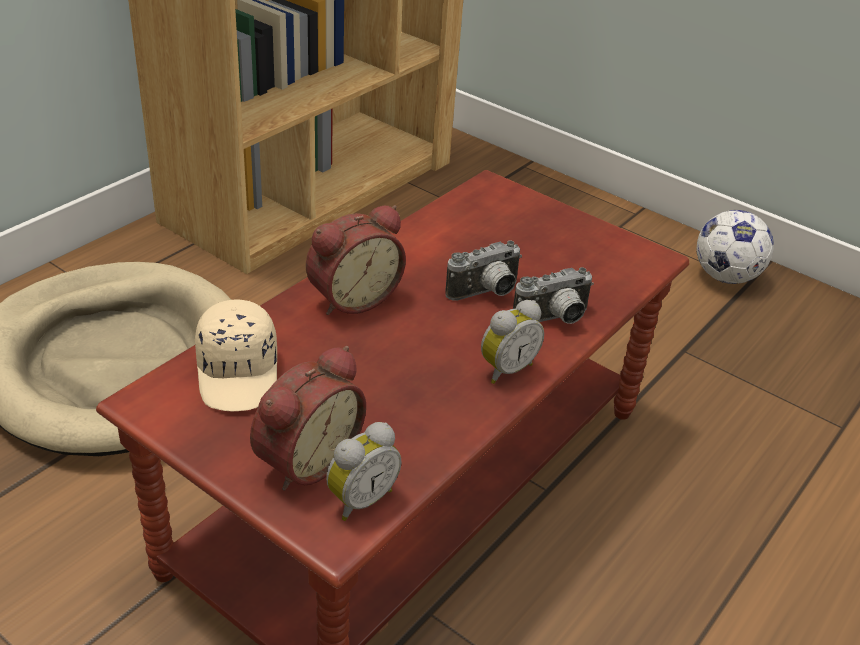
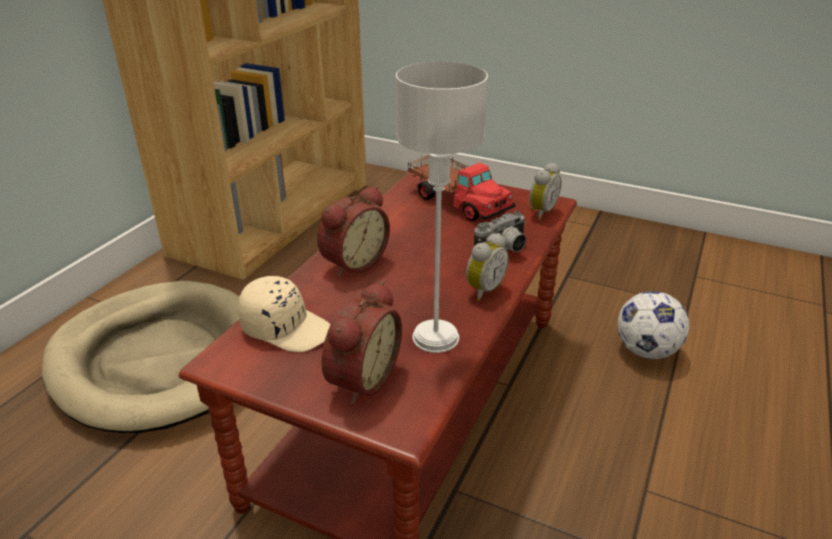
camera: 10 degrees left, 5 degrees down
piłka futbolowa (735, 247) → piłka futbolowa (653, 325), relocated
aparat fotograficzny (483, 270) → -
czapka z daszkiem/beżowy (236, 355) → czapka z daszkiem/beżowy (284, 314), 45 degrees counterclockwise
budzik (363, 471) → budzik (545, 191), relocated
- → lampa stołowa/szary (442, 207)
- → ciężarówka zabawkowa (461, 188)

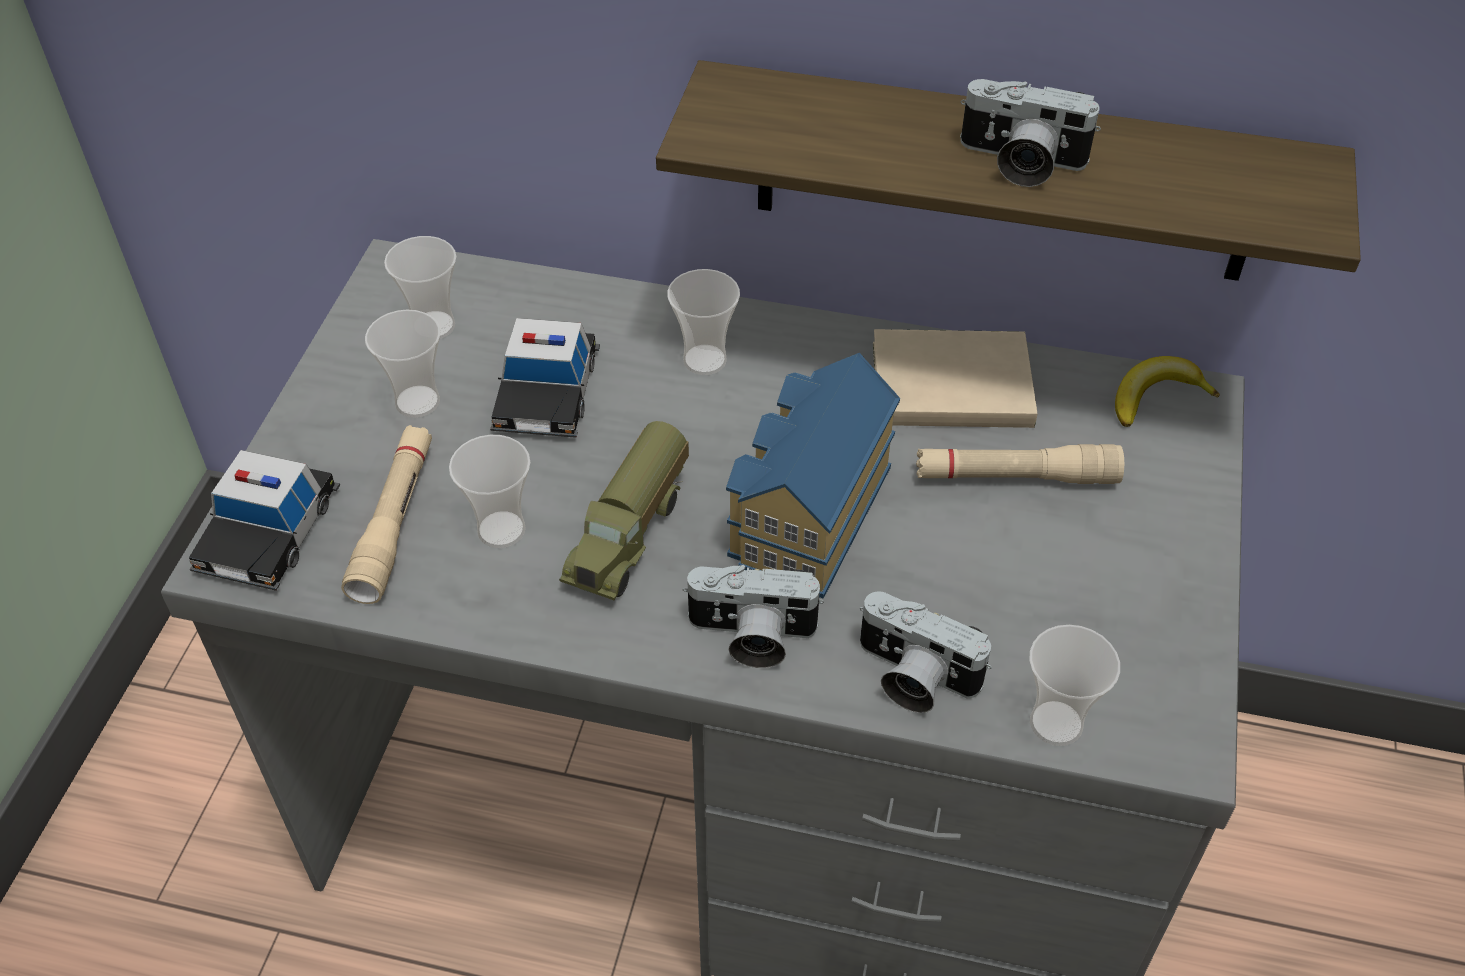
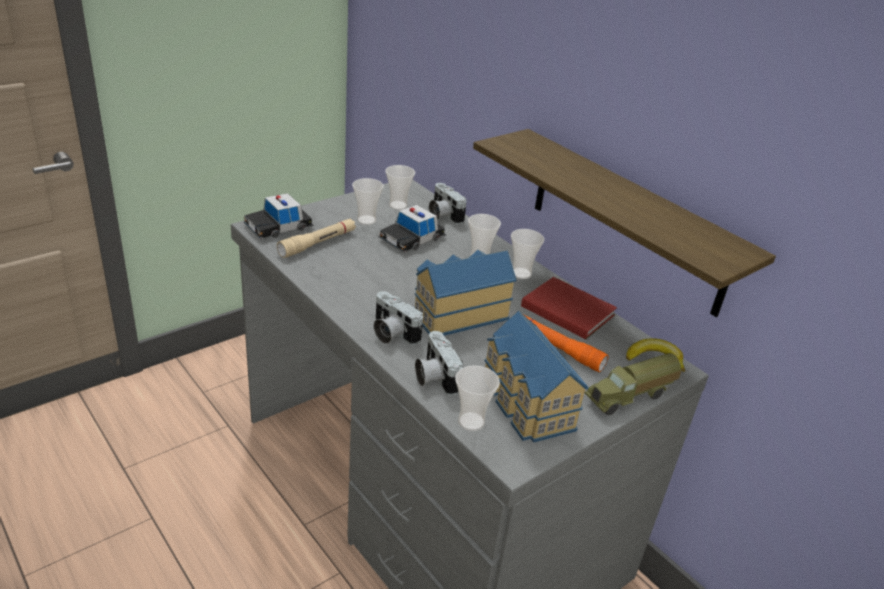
camera: 35 degrees right, 15 degrees down
aparat fotograficzny (1030, 133) → aparat fotograficzny (448, 203), relocated
książka/beżowy (955, 378) → książka/czerwony (569, 308)
ciężarówka zabawkowa (624, 510) → ciężarówka zabawkowa (633, 384), relocated
filiżanka (489, 491) → filiżanka (527, 254), relocated
latarka/beżowy (1020, 464) → latarka/pomarańczowy (566, 343)
- → domek (537, 377)

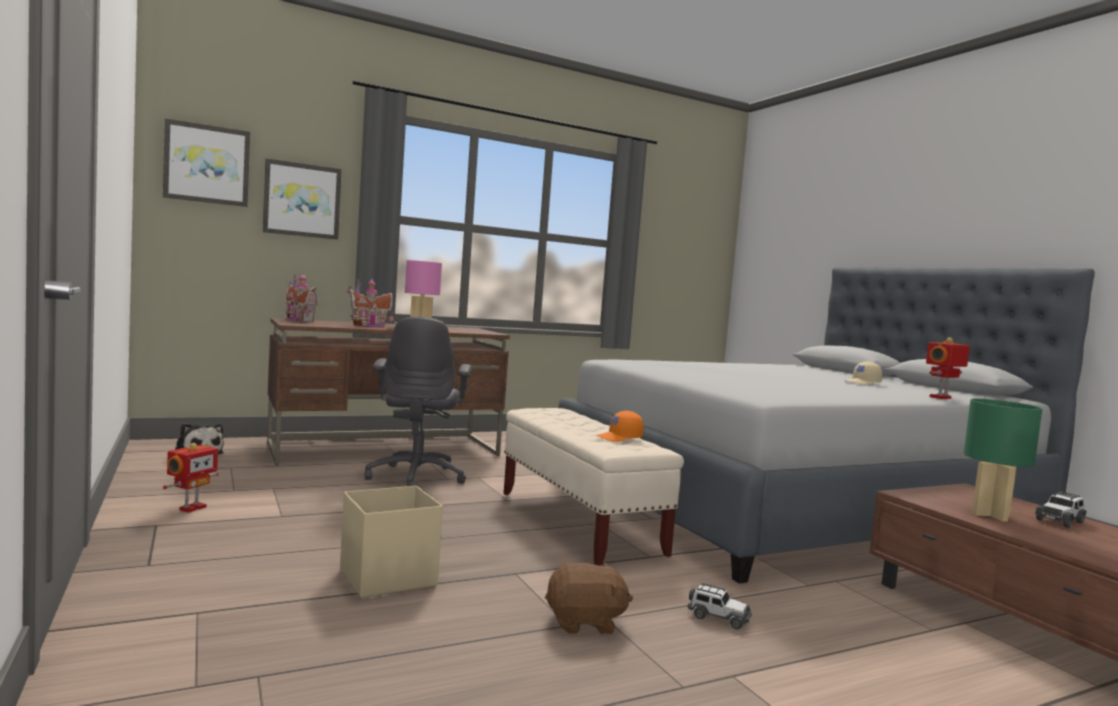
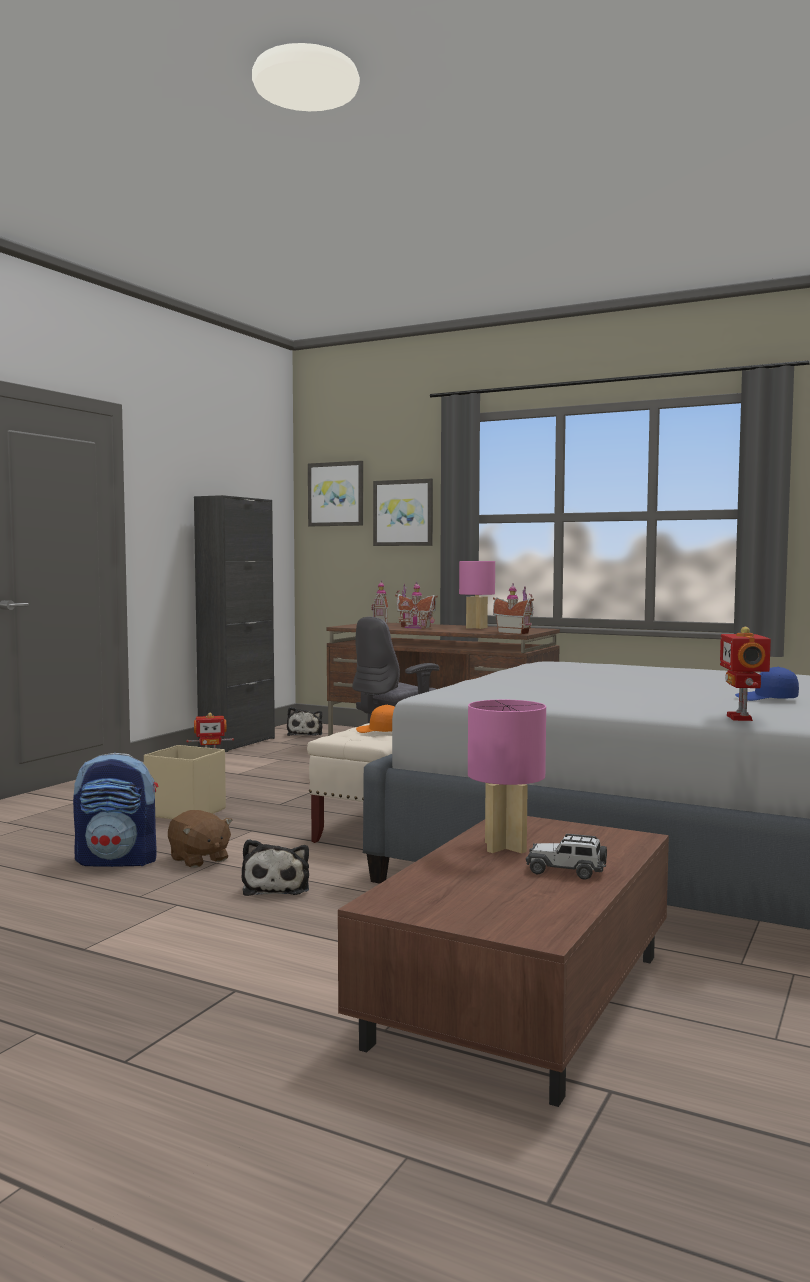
camera: 55 degrees right, 0 degrees up
robot zabawkowy (948, 368) → robot zabawkowy (745, 674), 105 degrees counterclockwise
czapka z daszkiem/beżowy (863, 373) → czapka z daszkiem/niebieski (767, 684)
lampa stołowa/zielony (1003, 460) → lampa stołowa/różowy (507, 776)
samochodzik (720, 606) → pluszak (275, 867)
- → szafka/czarny (234, 623)
- → domek (513, 609)
- → plecak (115, 810)

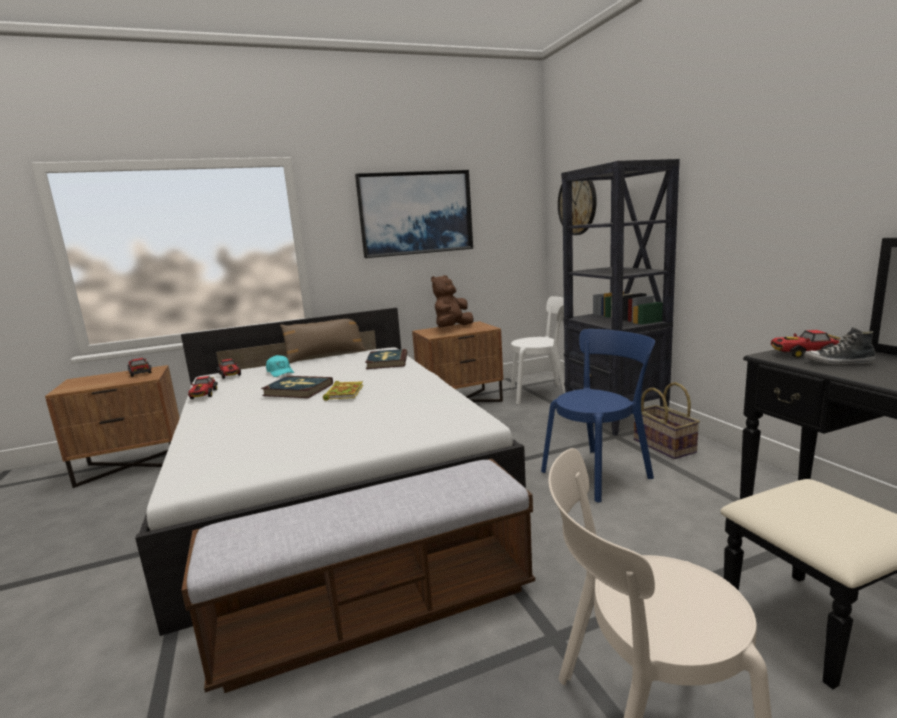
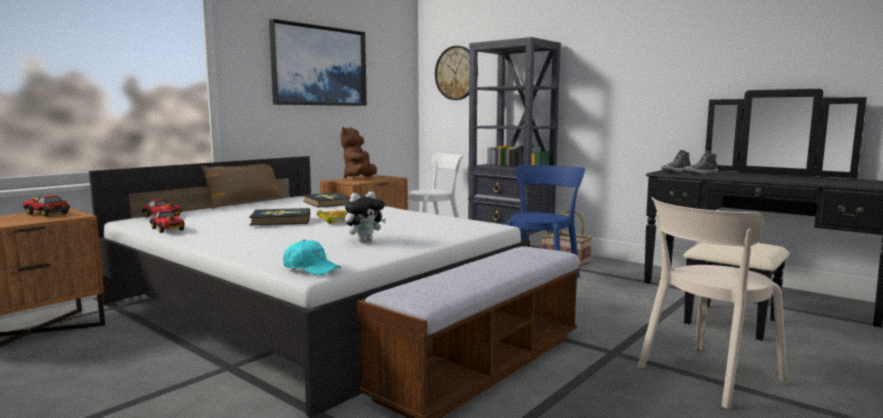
camera: 30 degrees left, 5 degrees down
samochodzik (805, 344) → but (676, 161)
czapka z daszkiem/turkusowy (280, 366) → czapka z daszkiem/turkusowy (312, 257), relocated
- → pluszak (365, 216)

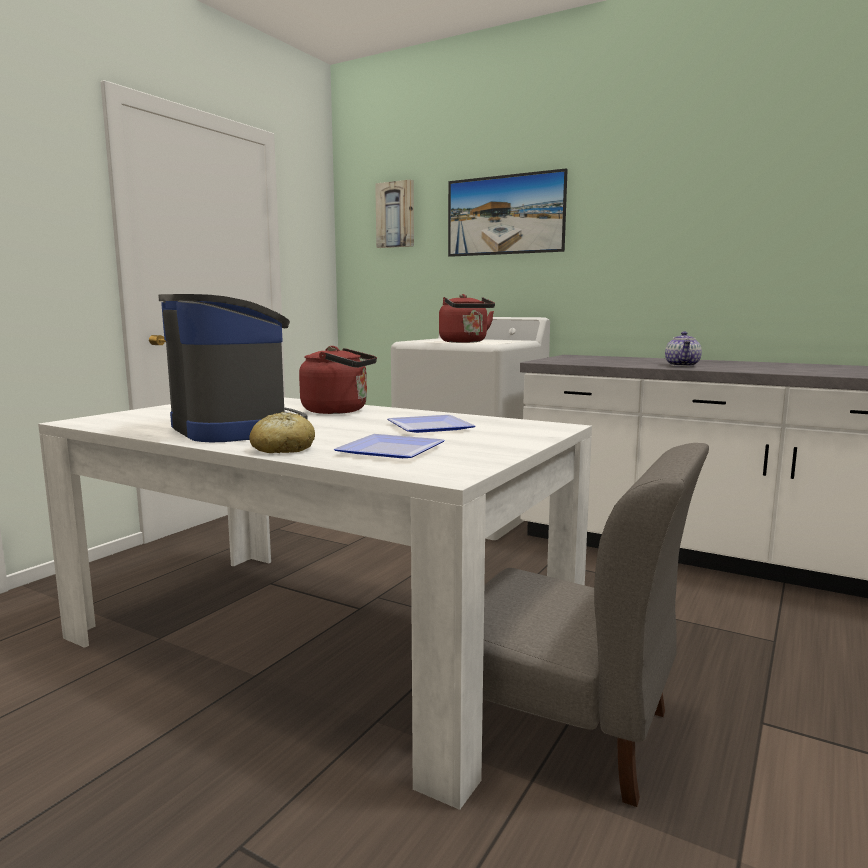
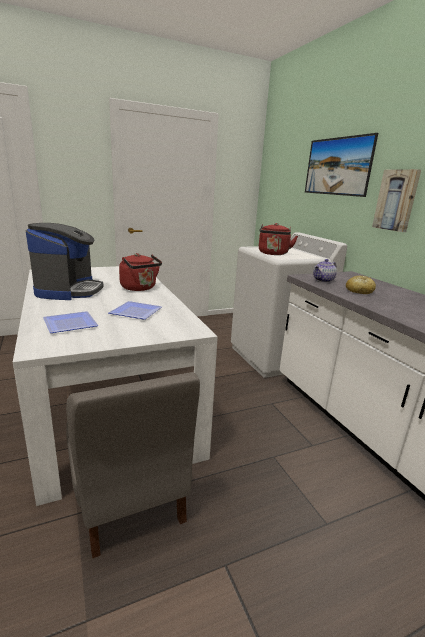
camera: 35 degrees right, 10 degrees up
obraz (394, 214) → obraz (396, 200), relocated
imbryk (683, 349) → imbryk (325, 271), relocated
chleb (282, 432) → chleb (361, 284), relocated

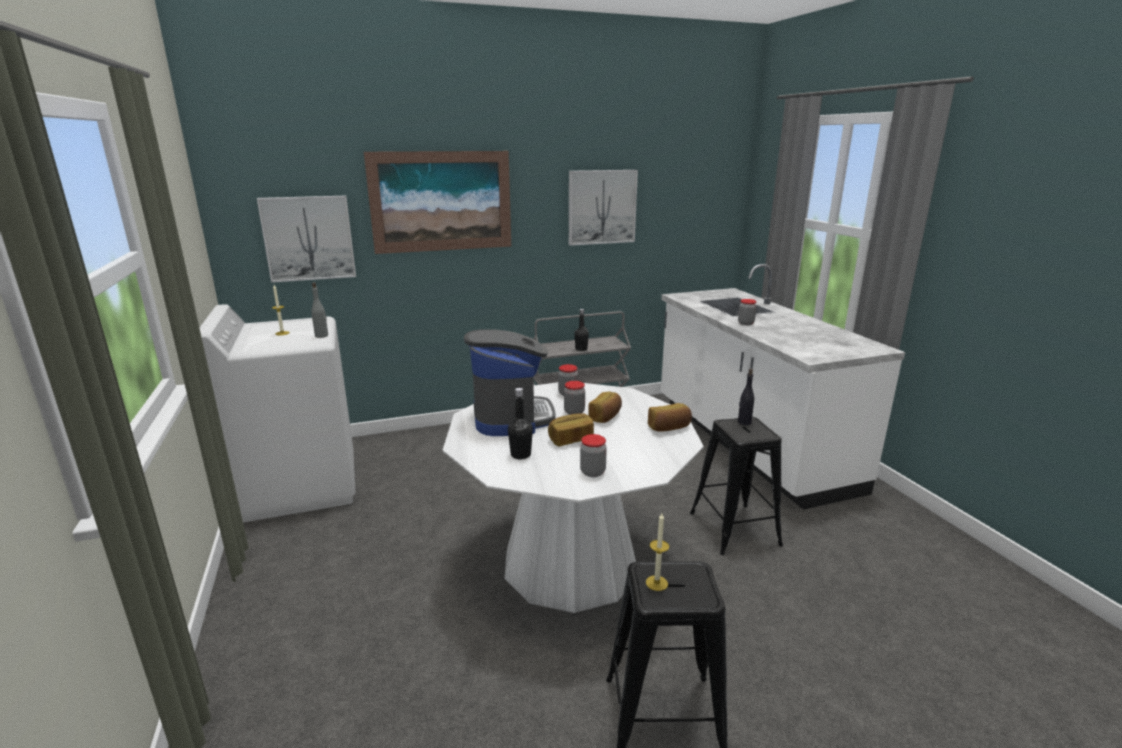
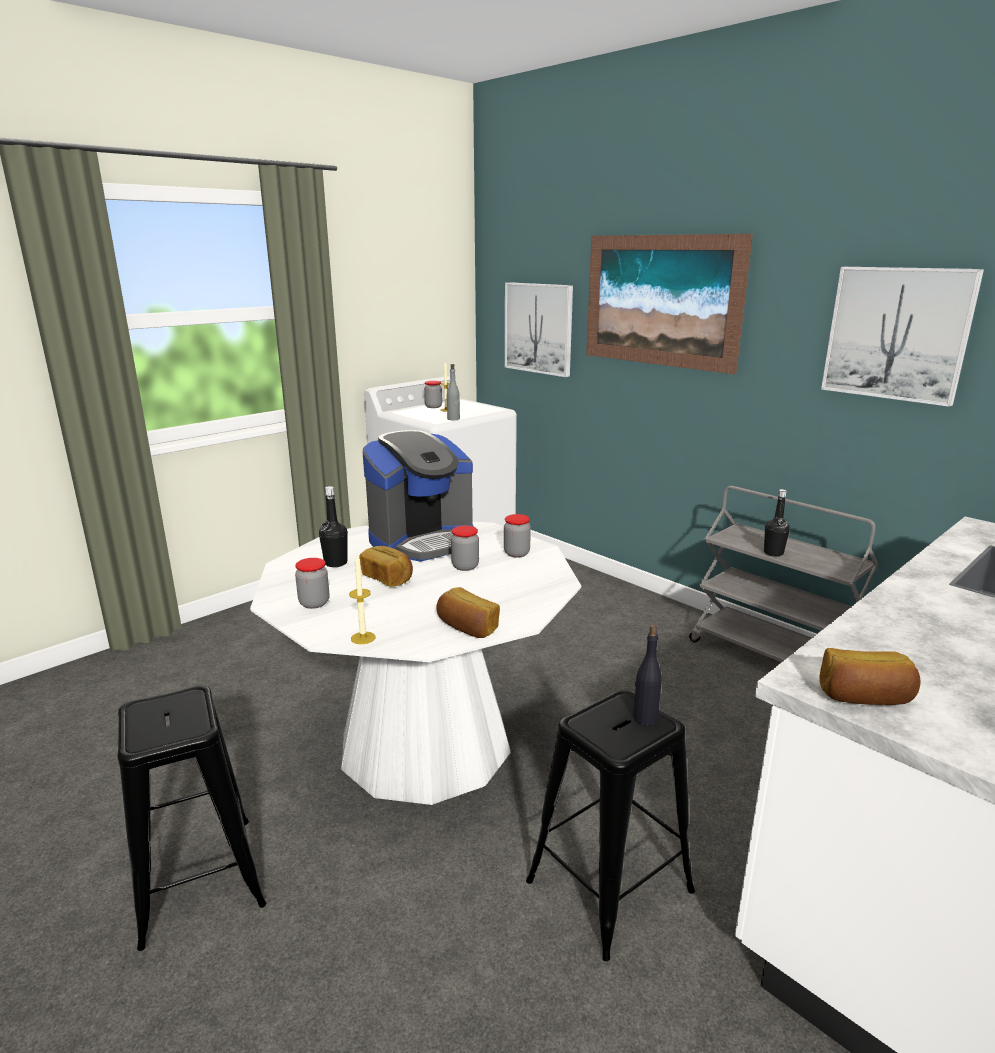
camera: 65 degrees right, 0 degrees up
słoik (747, 312) → słoik (433, 394), relocated
chleb (605, 407) → chleb (869, 676), relocated
świeca (657, 552) → świeca (362, 599), relocated

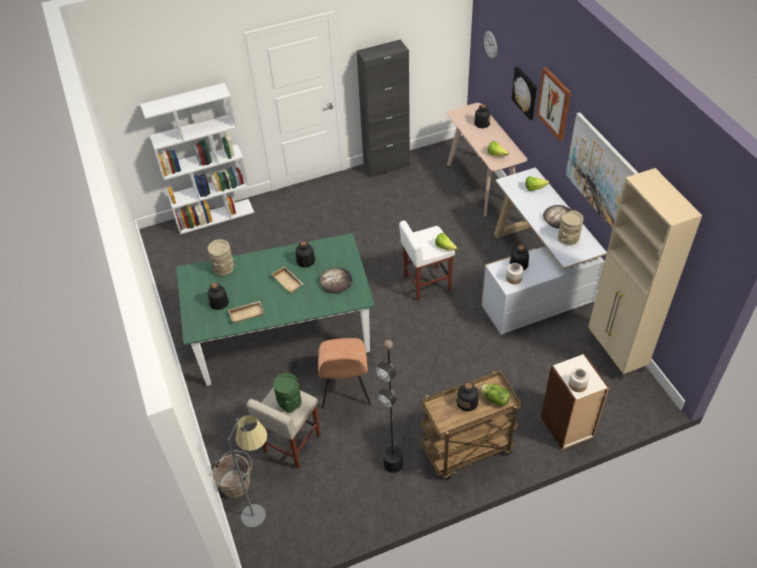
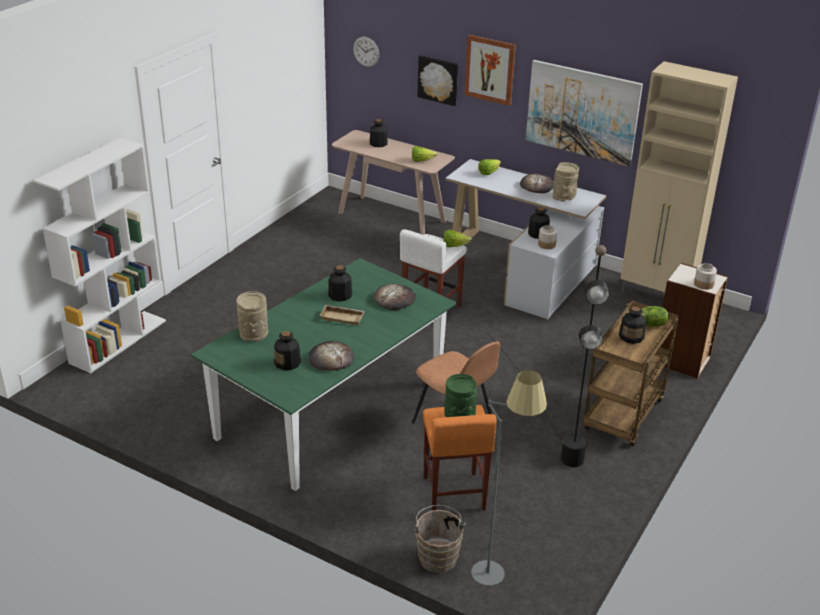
camera: 40 degrees left, 15 degrees down
szafka/czarny (383, 108) → -
taca/beżowy (246, 312) → chleb (331, 356)
stołek/beżowy (284, 428) → stołek/pomarańczowy (460, 458)

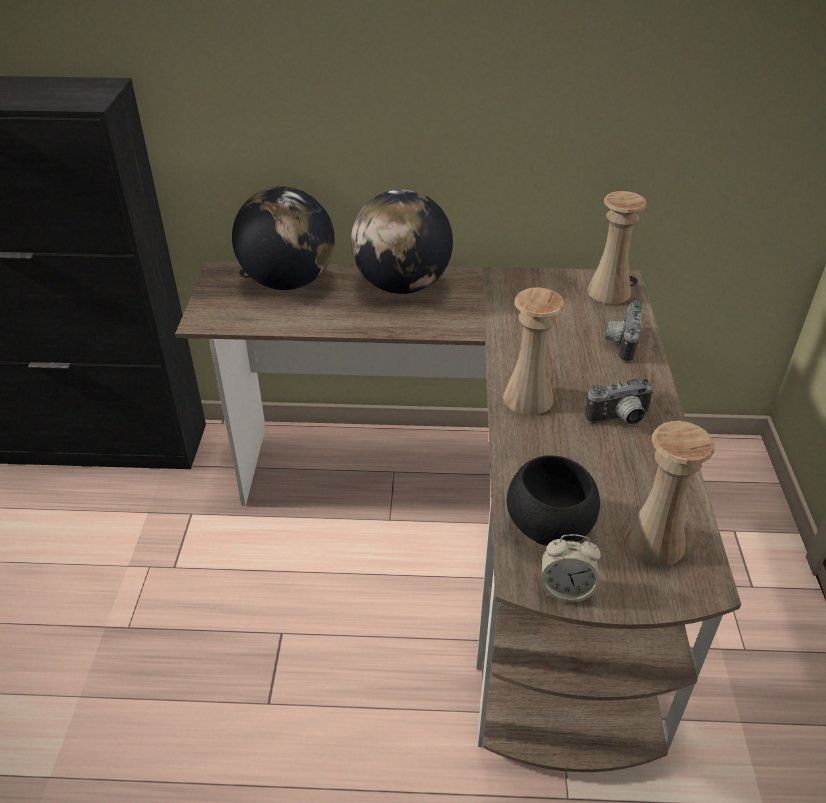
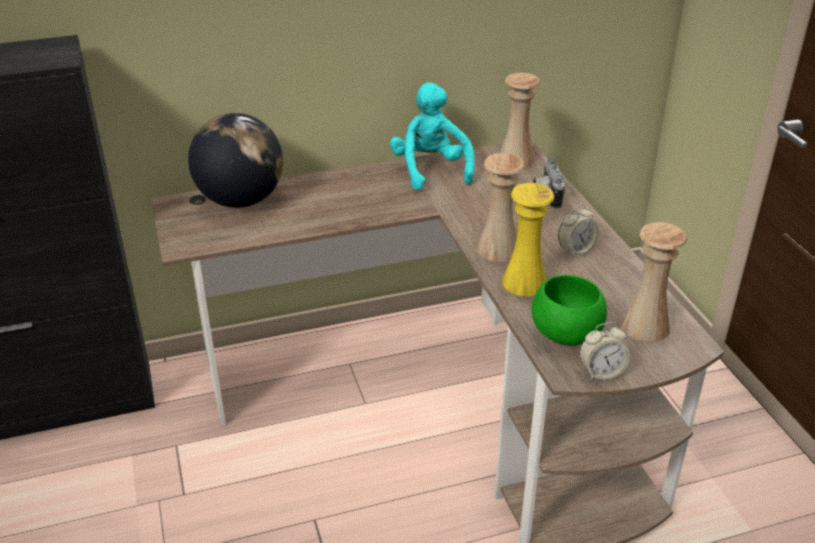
camera: 20 degrees left, 5 degrees down
globus (402, 241) → -
aparat fotograficzny (620, 402) → budzik (578, 231)
miska/czarny (553, 500) → miska/zielony (569, 310)
- → pluszak/turkusowy (432, 136)
- → wazon/żółty (528, 239)

